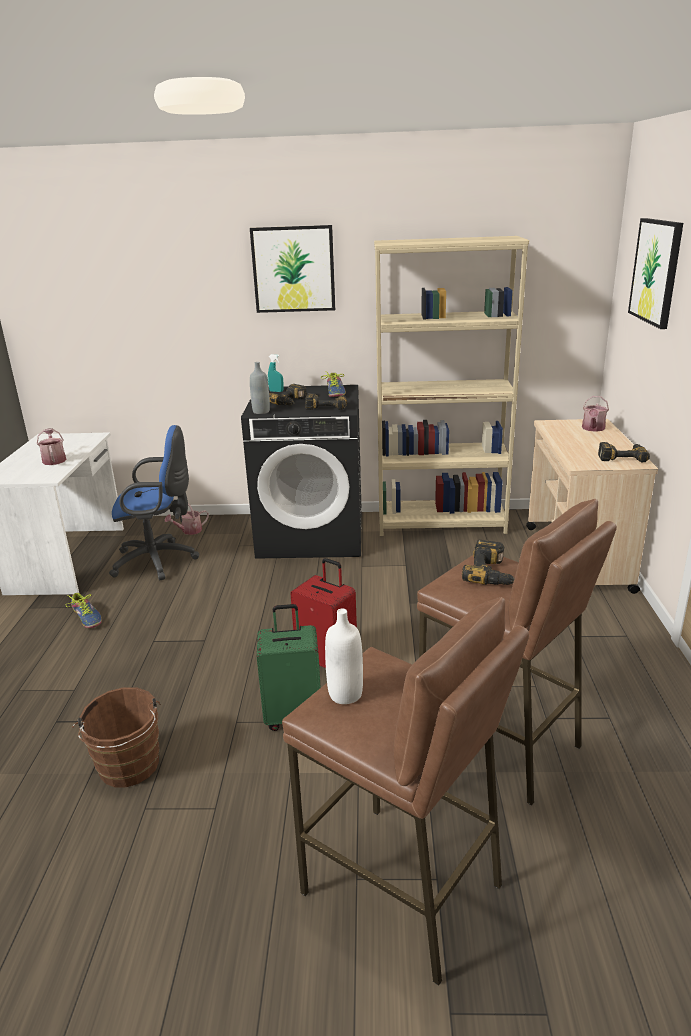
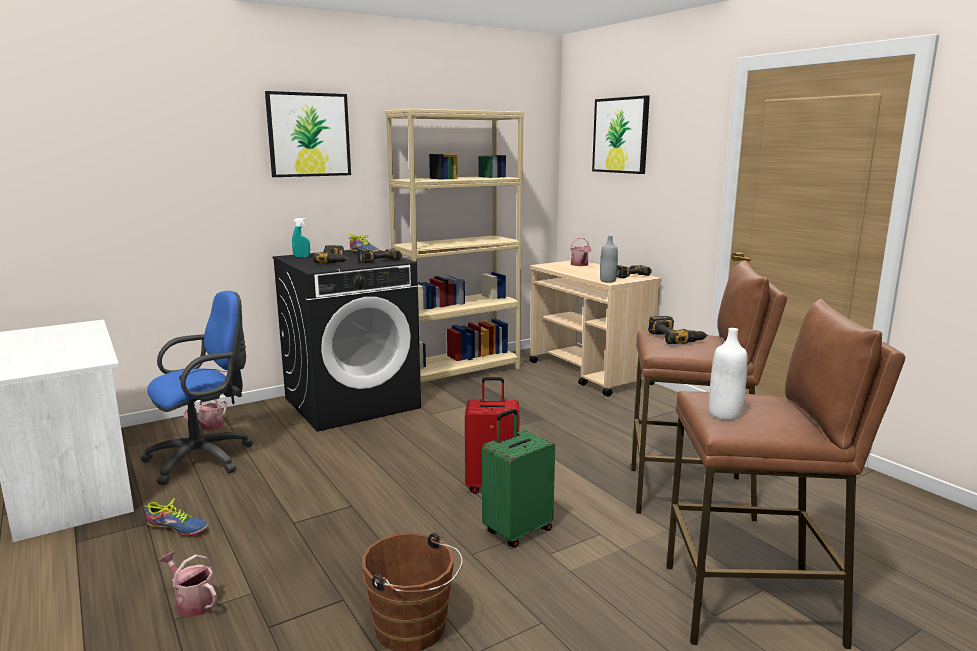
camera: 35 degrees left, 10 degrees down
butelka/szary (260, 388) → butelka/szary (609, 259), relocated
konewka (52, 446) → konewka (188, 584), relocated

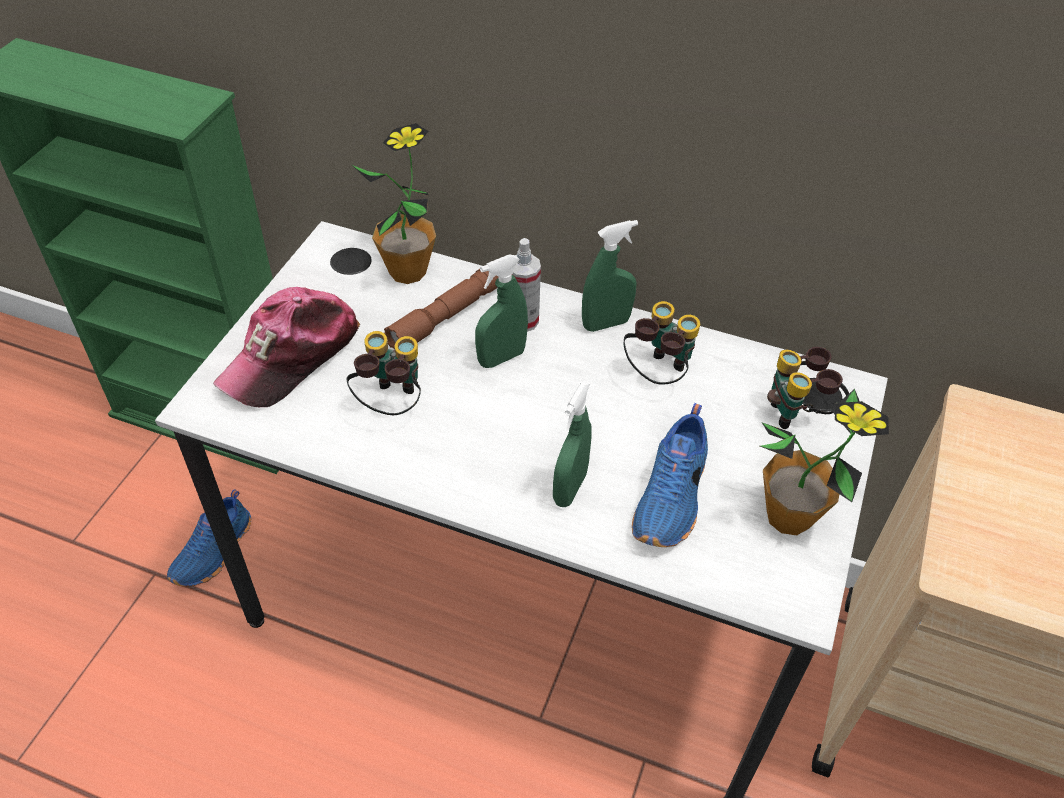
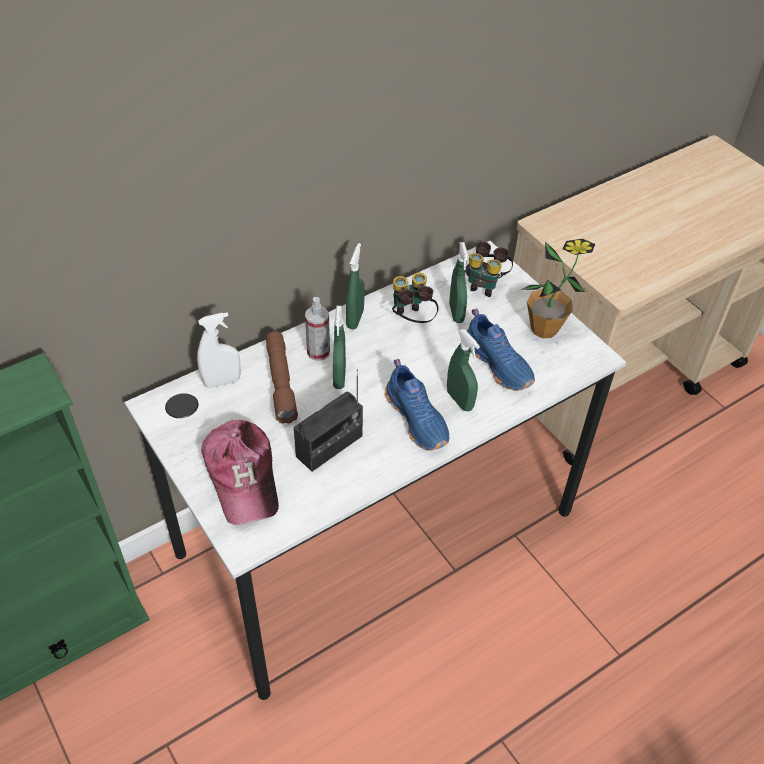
camera: 55 degrees left, 0 degrees up
roślina doniczkowa (394, 203) → spryskiwacz/biały (219, 350)
lornetka (384, 373) → radio (328, 420)
but/niebieski (209, 538) → but/niebieski (417, 404), relocated
- → spryskiwacz/zielony (459, 282)

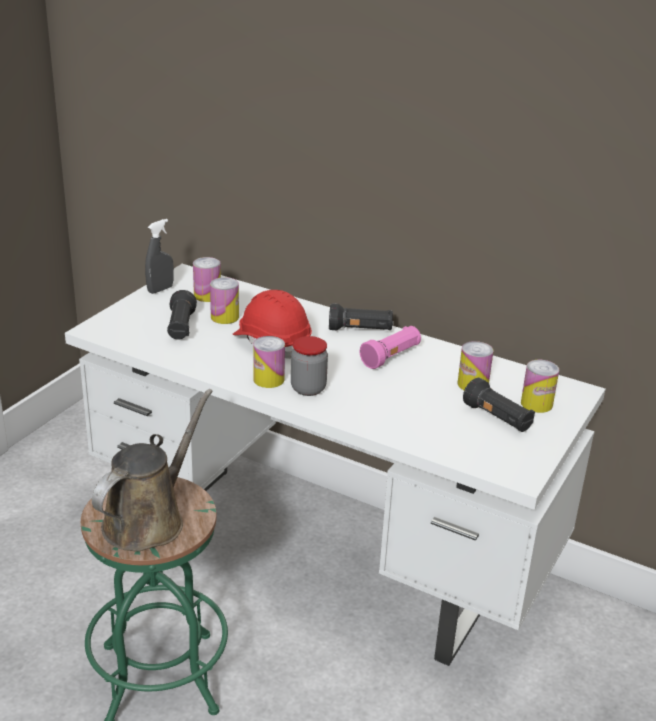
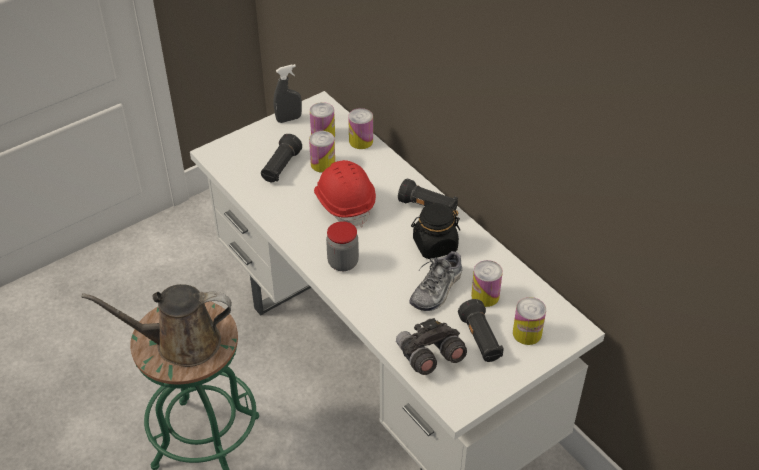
camera: 25 degrees right, 15 degrees up
latarka/różowy (390, 347) → słoik/czarny (435, 231)
puszka (269, 362) → puszka (360, 128), relocated
konewka/brązowy (152, 470) → konewka/brązowy (157, 325), 150 degrees counterclockwise
- → but (435, 281)
- → lornetka/szary (431, 346)

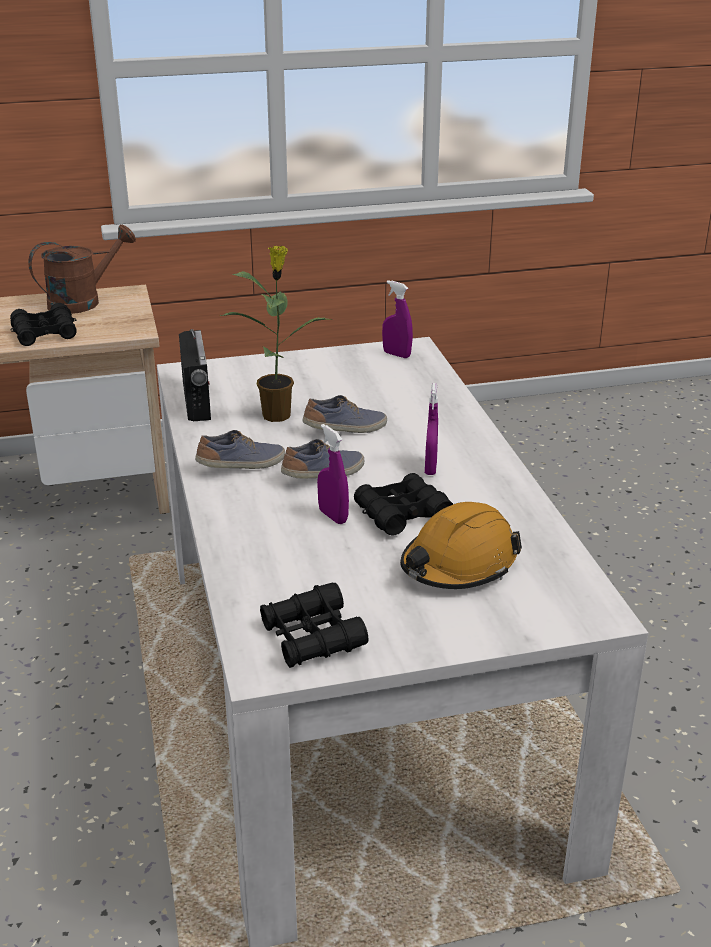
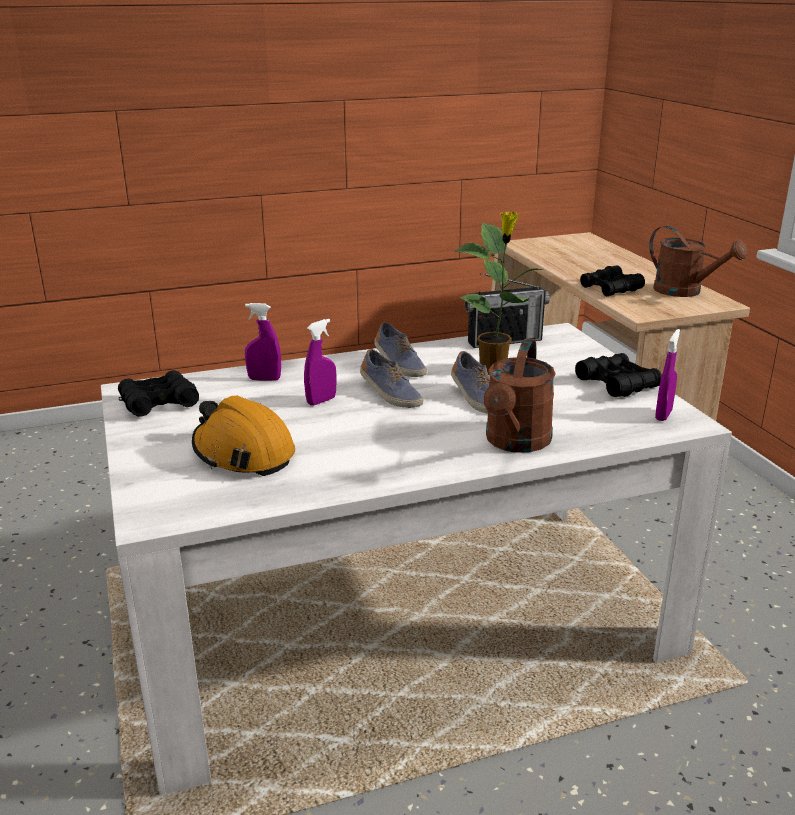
camera: 85 degrees right, 5 degrees down
spryskiwacz/fioletowy (431, 429) → spryskiwacz/fioletowy (263, 342), relocated
lornetka/czarny (403, 504) → lornetka/czarny (618, 375), relocated
- → konewka/brązowy (520, 396)

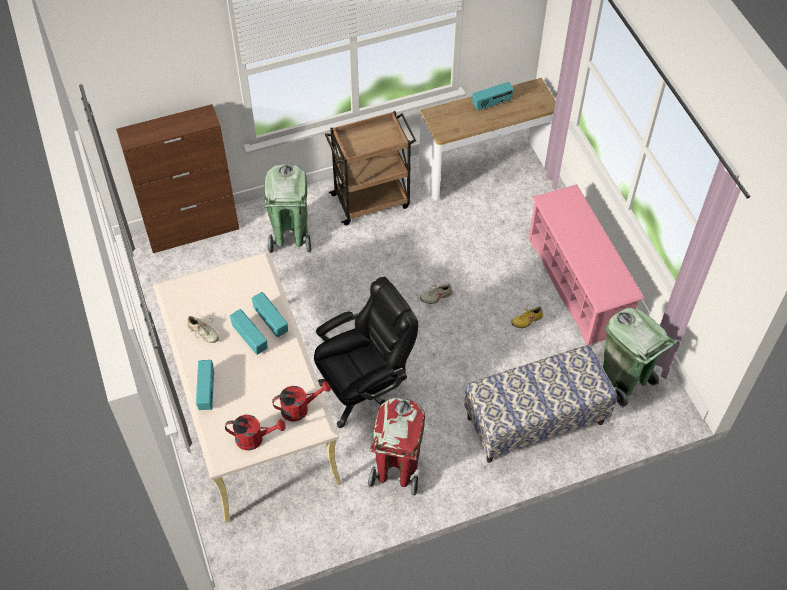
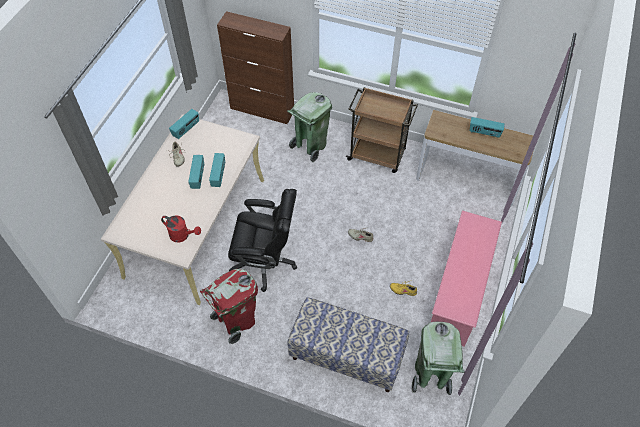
camera: 40 degrees right, 0 degrees up
radio (205, 385) → radio (184, 124), relocated
konewka/czerwony (255, 432) → -

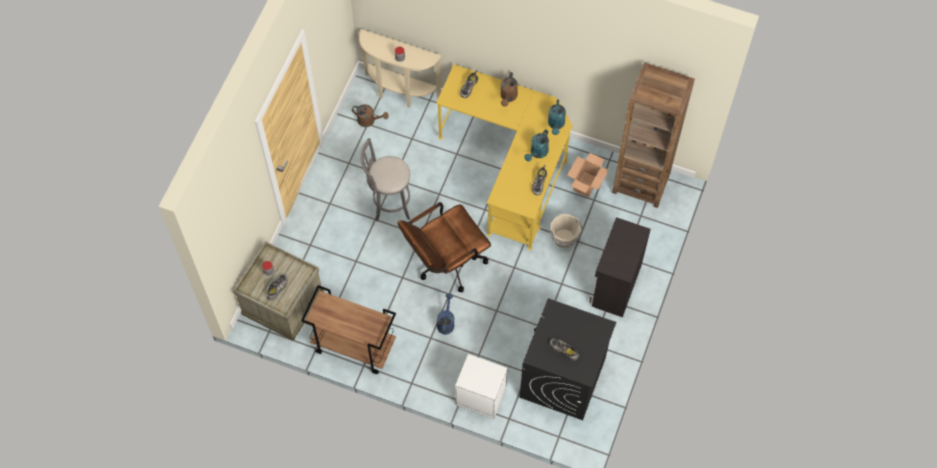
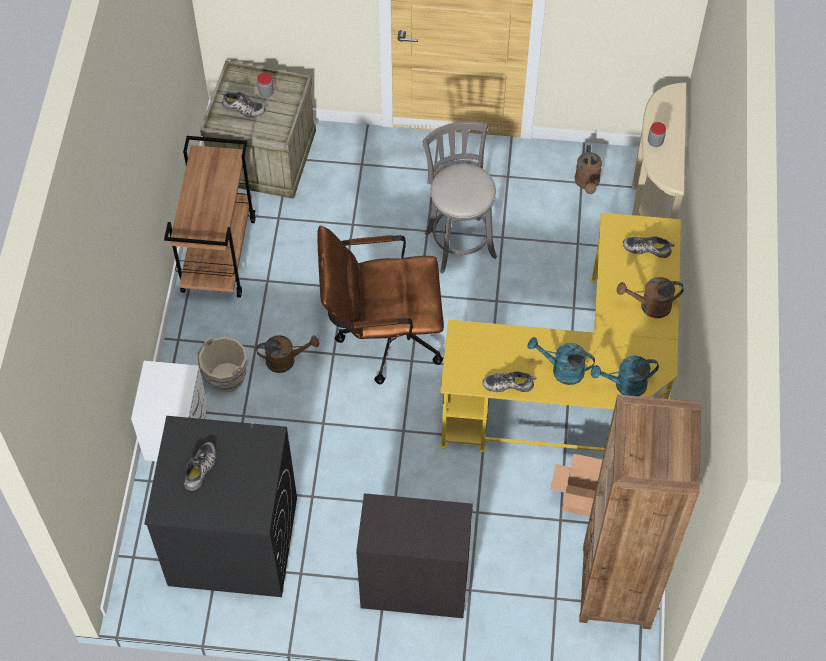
camera: 75 degrees right, 5 degrees down
krzesło biurowe/brązowy (444, 247) → krzesło biurowe/brązowy (380, 305), 45 degrees counterclockwise
wiadro/beżowy (567, 231) → wiadro/beżowy (222, 365), relocated
konewka/niebieski (445, 314) → konewka/brązowy (287, 354)

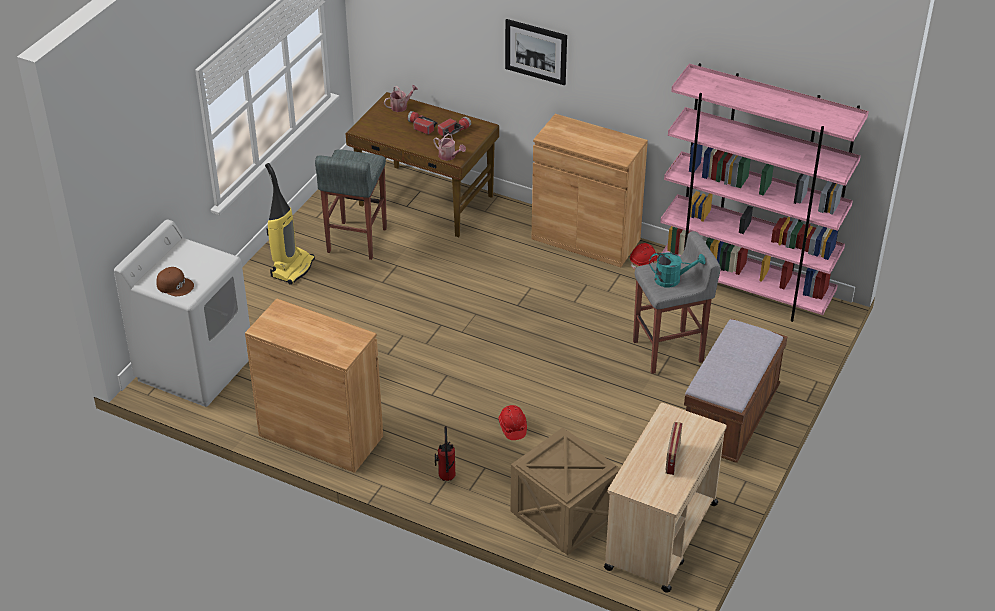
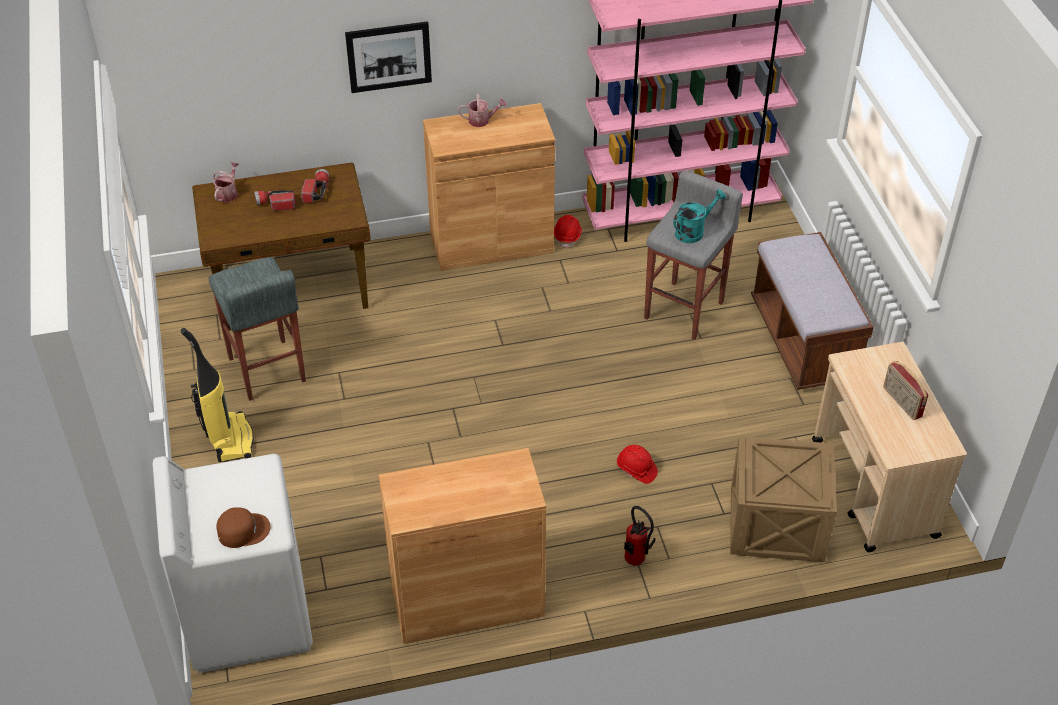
camera: 40 degrees left, 5 degrees up
konewka (449, 147) → konewka (482, 110), relocated

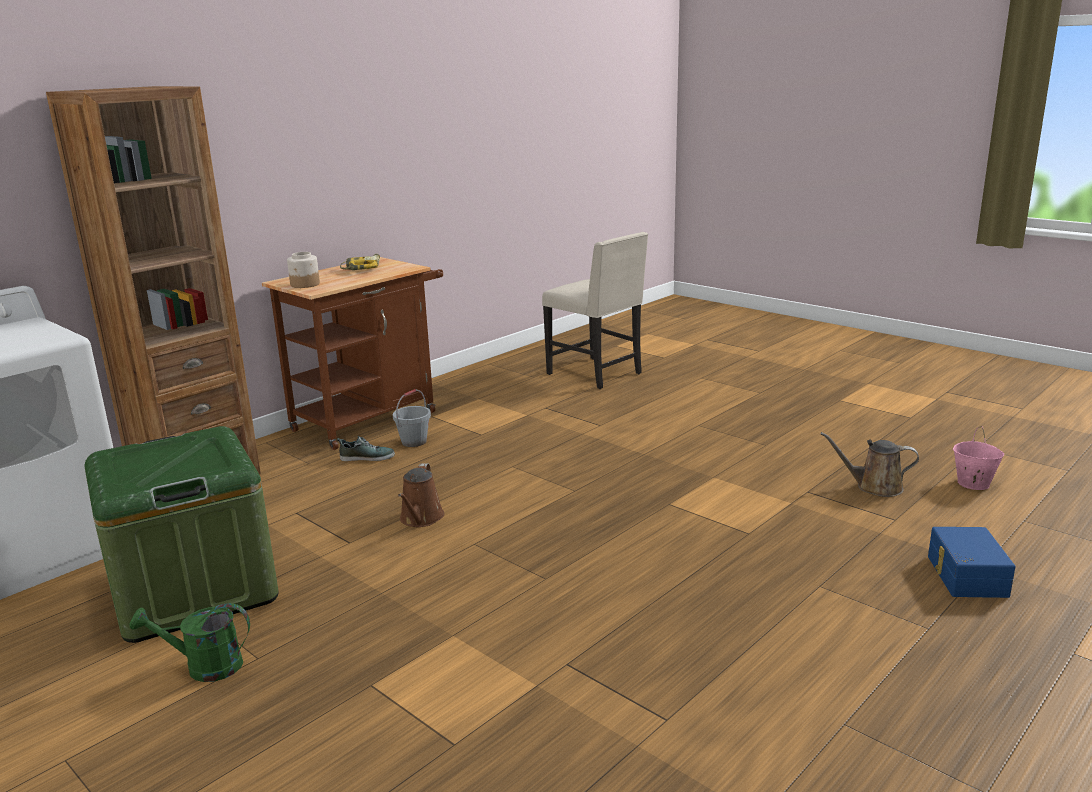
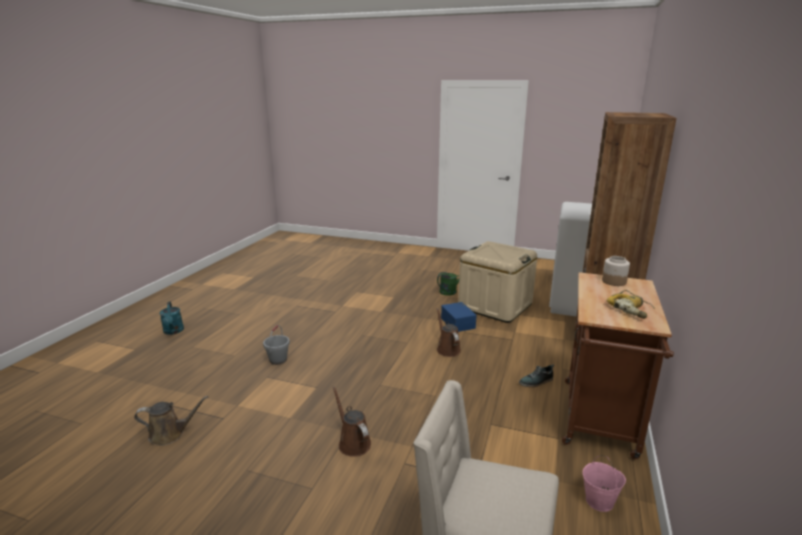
camera: 155 degrees right, 0 degrees up
wiadro/szary (412, 418) → wiadro/szary (276, 345), relocated
pojemnik do przechowywania/zielony (182, 534) → pojemnik do przechowywania/beżowy (497, 282)
wiadro/różowy (978, 458) → wiadro/różowy (604, 483), relocated
pojemnik do przechowywania/niebieski (971, 562) → pojemnik do przechowywania/niebieski (458, 317), relocated
- → konewka/turkusowy (172, 318)
- → konewka/brązowy (352, 421)

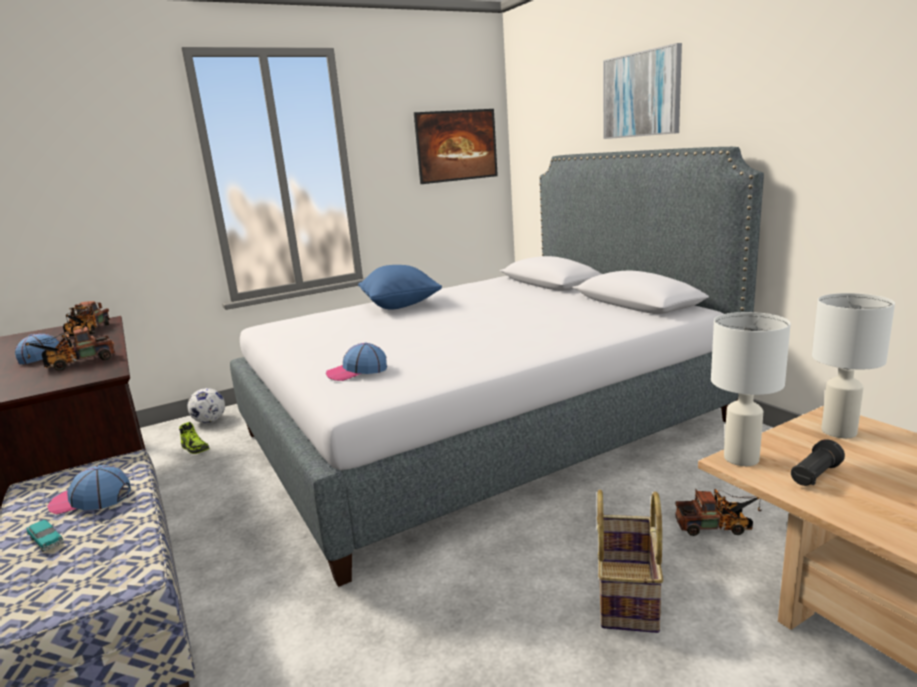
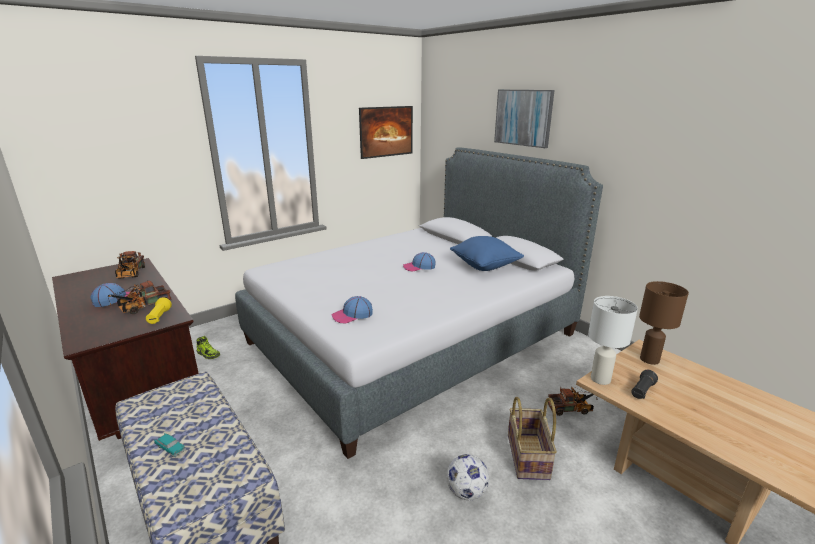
camera: 10 degrees left, 5 degrees up
poduszka/niebieski (400, 287) → poduszka/niebieski (487, 253), relocated
lampa stołowa/biały (853, 365) → lampa stołowa/brązowy (664, 323)
piłka futbolowa (206, 405) → piłka futbolowa (468, 477), relocated
czapka z daszkiem (89, 490) → czapka z daszkiem (419, 262), relocated
- → latarka/żółty (159, 310)

